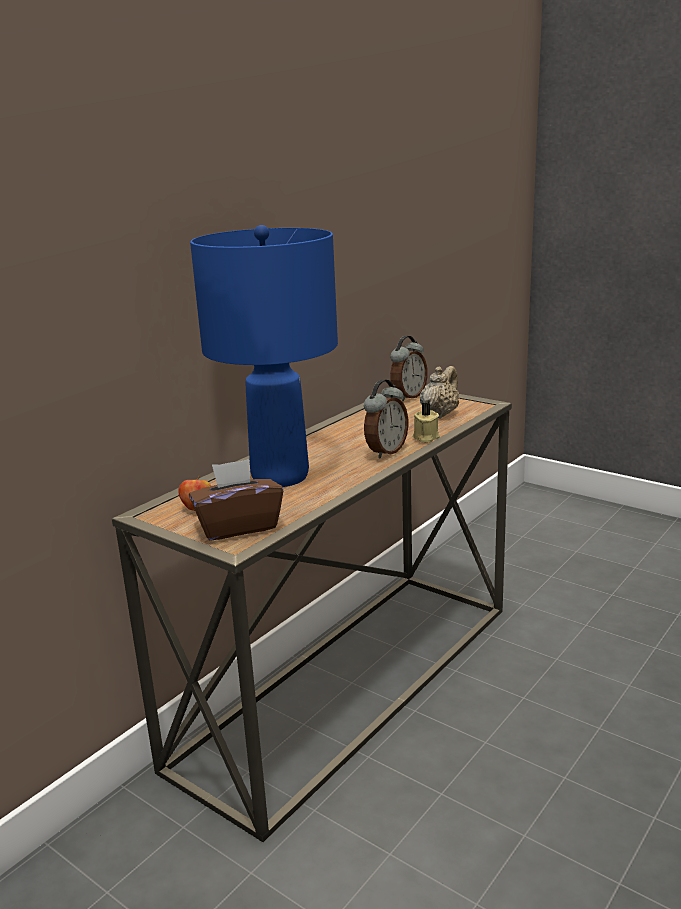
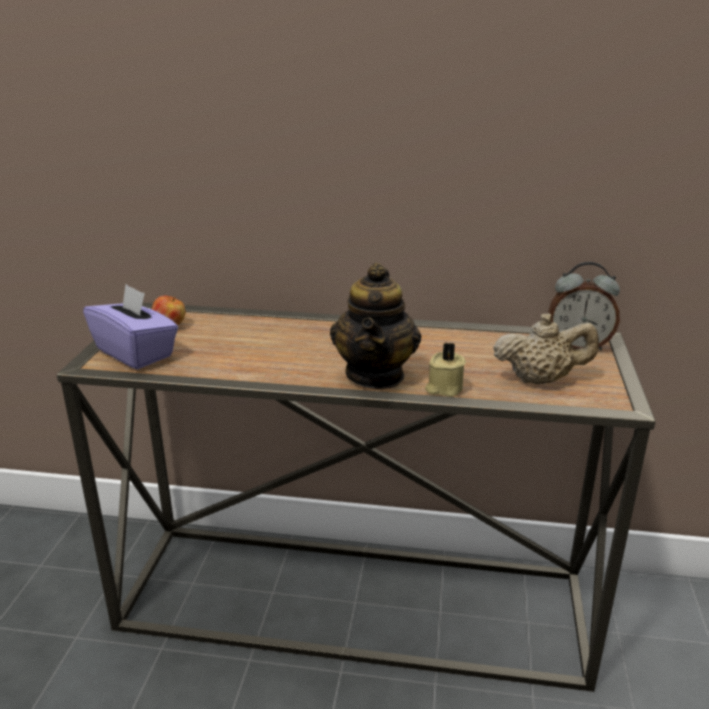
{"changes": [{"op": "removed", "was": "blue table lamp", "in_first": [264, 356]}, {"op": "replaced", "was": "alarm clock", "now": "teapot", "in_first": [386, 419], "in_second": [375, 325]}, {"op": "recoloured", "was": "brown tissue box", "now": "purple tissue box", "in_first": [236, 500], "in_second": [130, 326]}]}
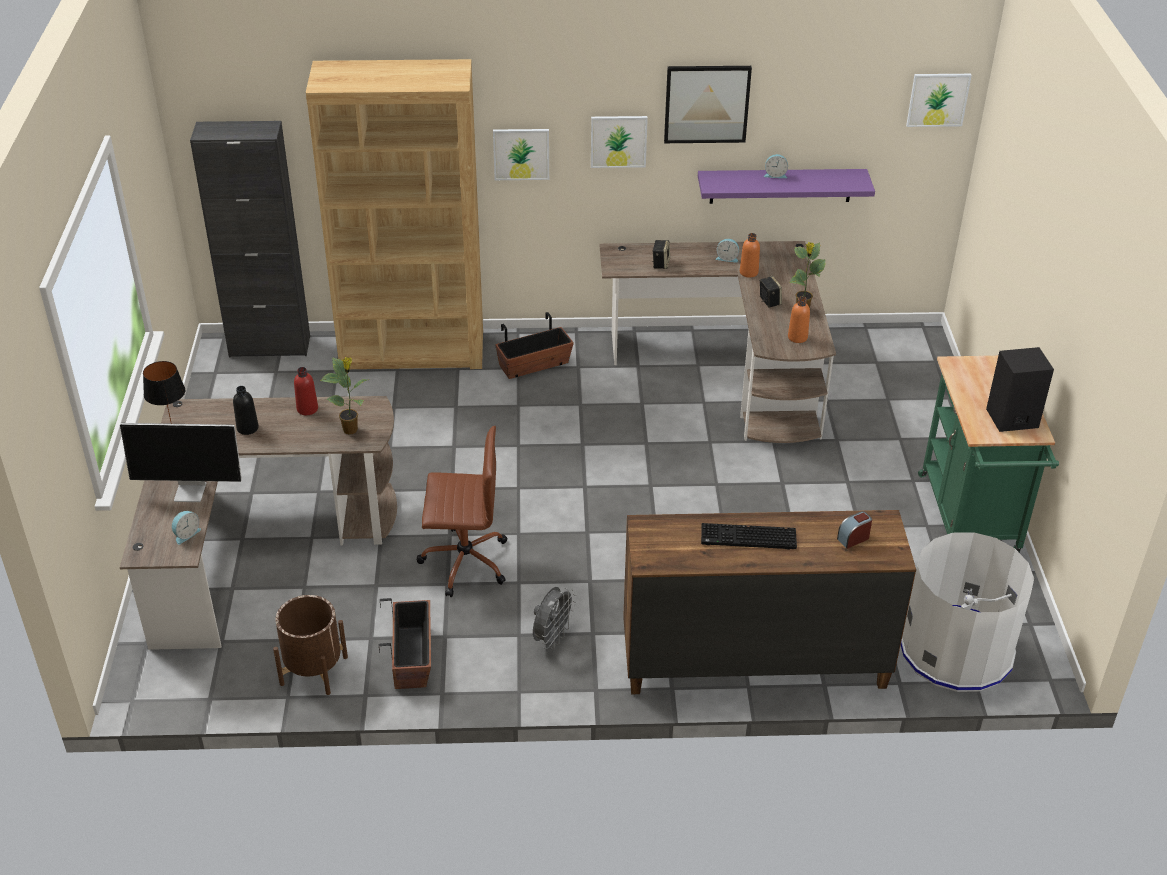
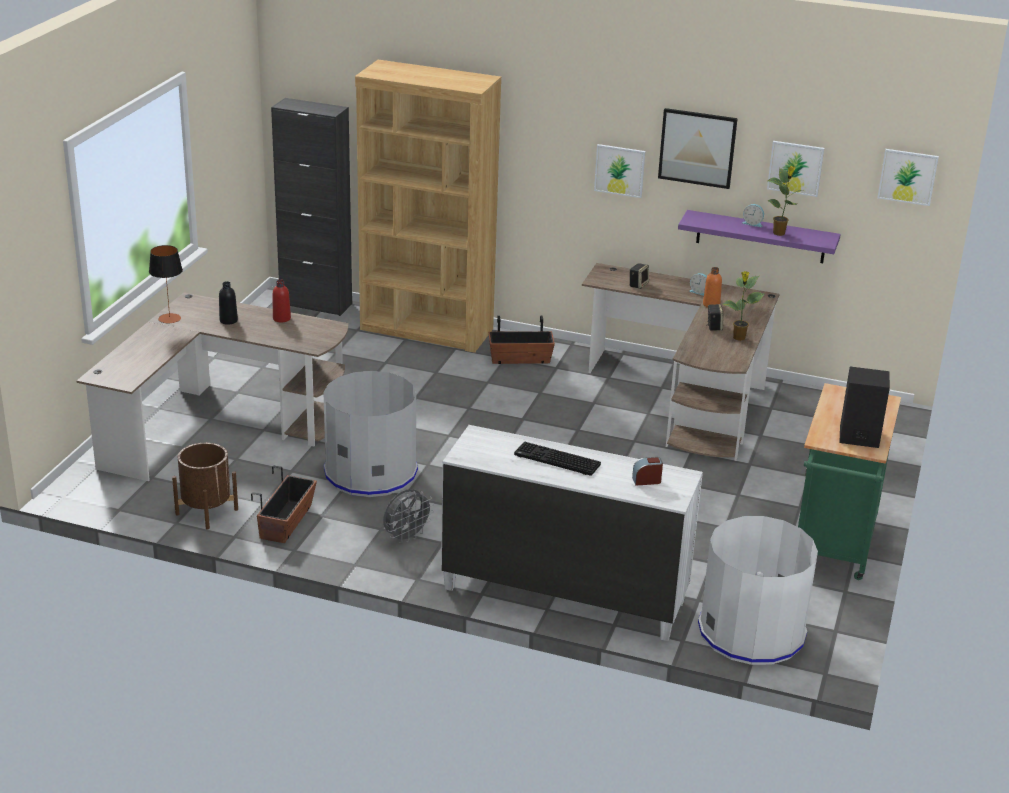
{"changes": [{"op": "removed", "was": "monitor", "in_first": [181, 462]}, {"op": "removed", "was": "alarm clock", "in_first": [186, 527]}, {"op": "removed", "was": "orange bottle", "in_first": [799, 320]}, {"op": "moved", "was": "potted plant", "in_first": [343, 396], "in_second": [785, 201]}, {"op": "moved", "was": "picture", "in_first": [521, 154], "in_second": [795, 169]}, {"op": "replaced", "was": "brown office chair", "now": "grey trash can", "in_first": [462, 511], "in_second": [370, 434]}, {"op": "recoloured", "was": "brown dresser", "now": "white dresser", "in_first": [769, 602], "in_second": [572, 533]}]}
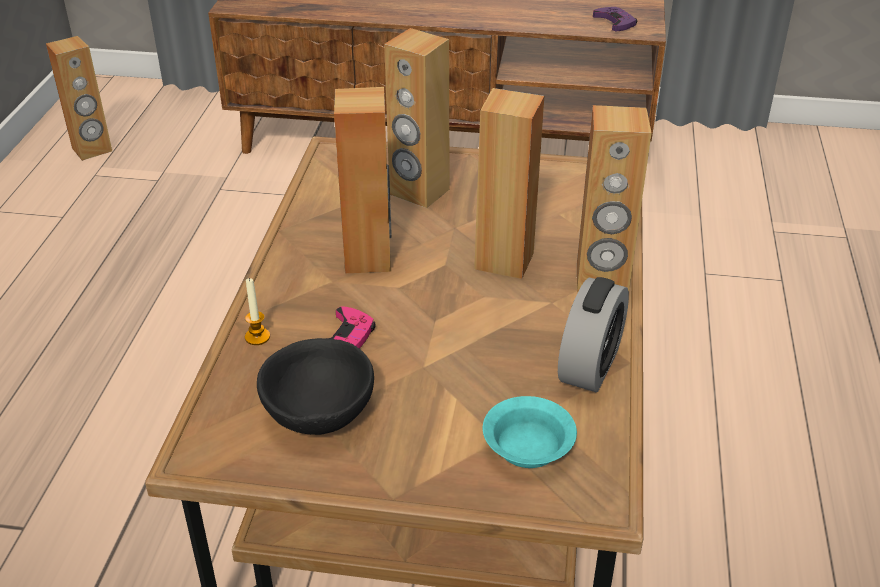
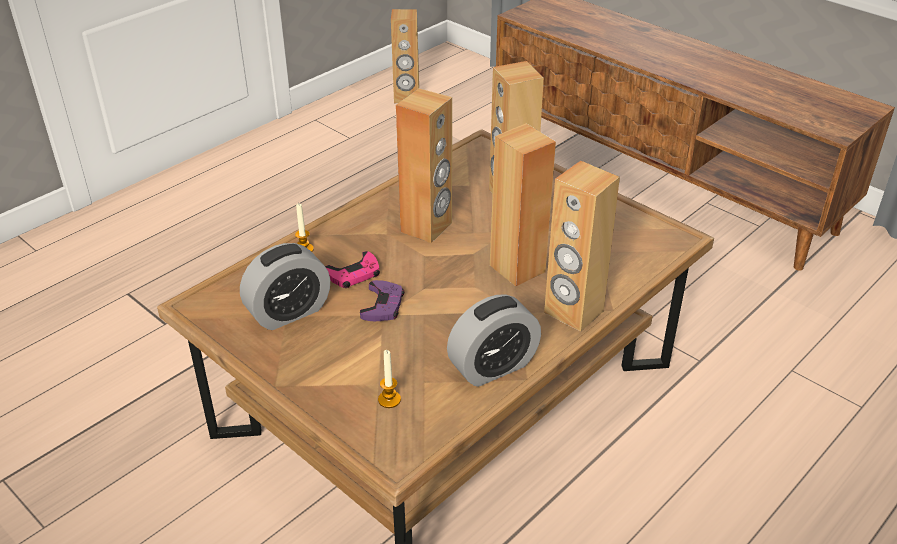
{"changes": [{"op": "moved", "was": "purple game controller", "in_first": [615, 19], "in_second": [382, 300]}, {"op": "replaced", "was": "black bowl", "now": "alarm clock", "in_first": [315, 386], "in_second": [285, 286]}, {"op": "replaced", "was": "turquoise bowl", "now": "candle", "in_first": [530, 432], "in_second": [389, 379]}]}
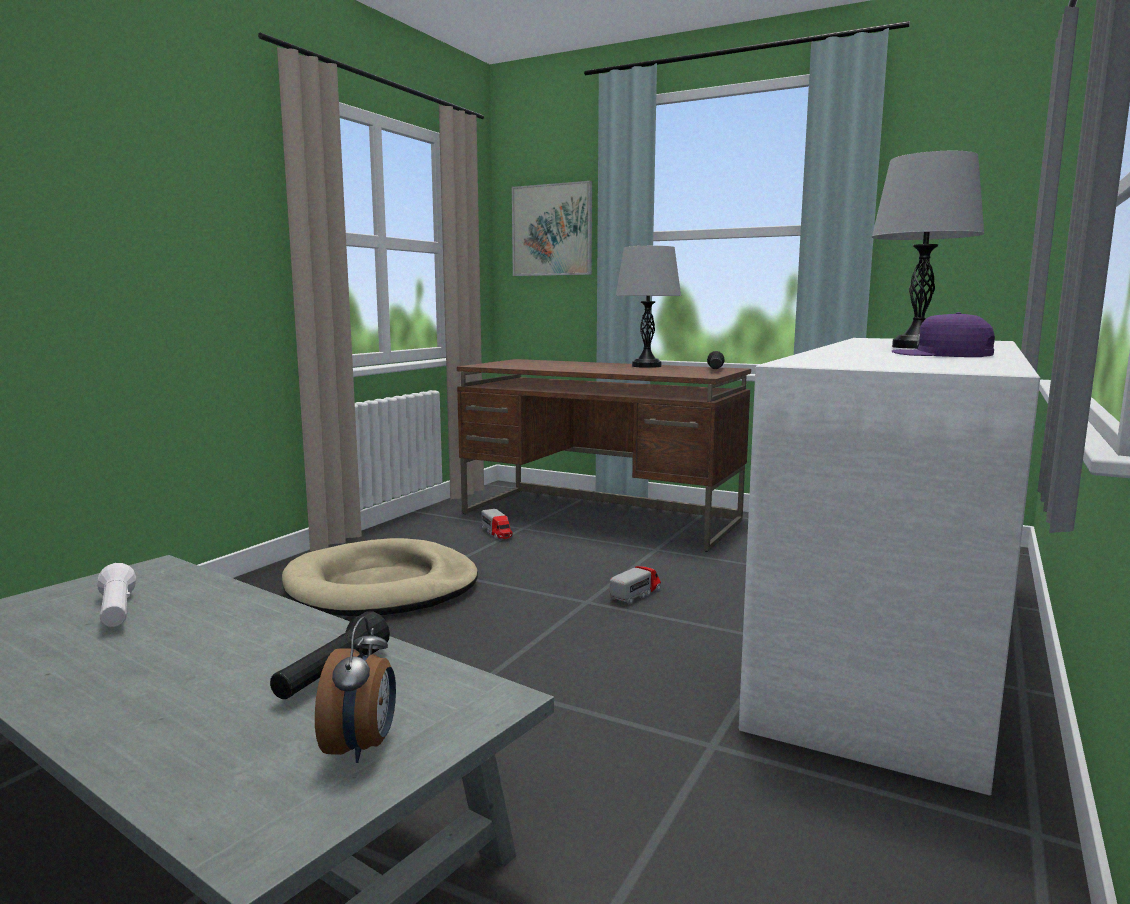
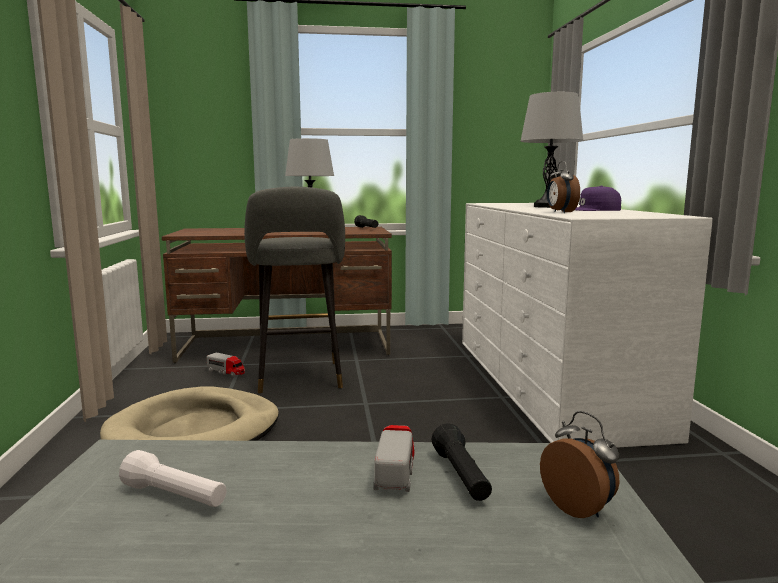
{"changes": [{"op": "removed", "was": "picture", "in_first": [552, 228]}, {"op": "added", "now": "grey stool", "in_second": [294, 290]}, {"op": "added", "now": "alarm clock", "in_second": [563, 187]}, {"op": "moved", "was": "toy truck", "in_first": [635, 585], "in_second": [394, 458]}]}
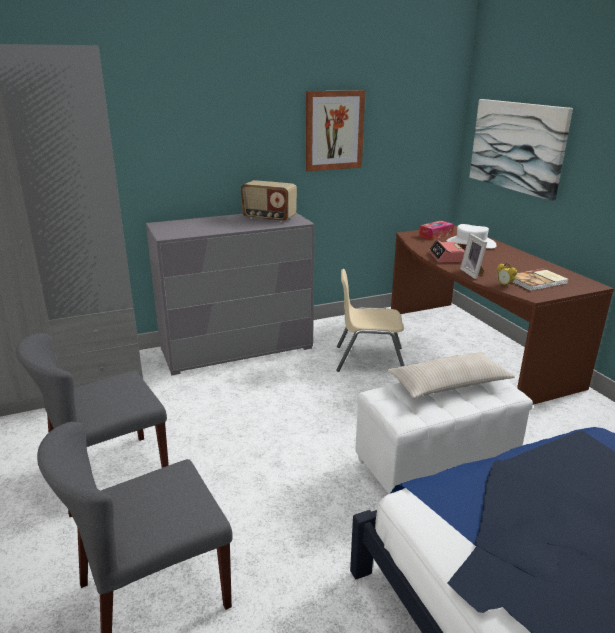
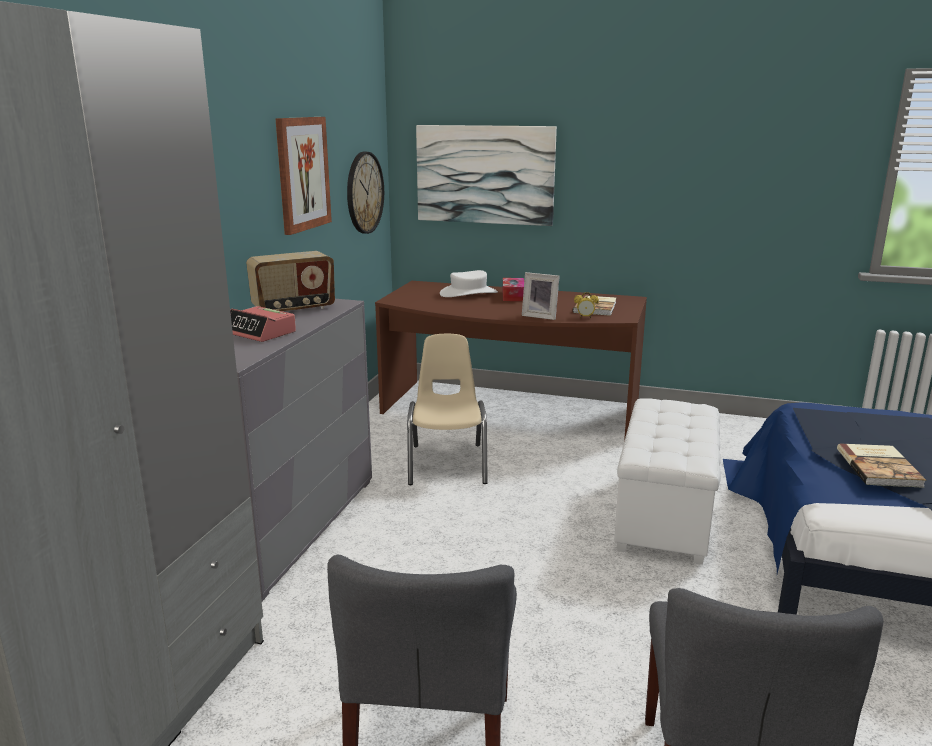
{"changes": [{"op": "removed", "was": "beige pillow", "in_first": [450, 375]}, {"op": "added", "now": "wall clock", "in_second": [365, 193]}, {"op": "added", "now": "book", "in_second": [881, 466]}, {"op": "moved", "was": "tissue box", "in_first": [436, 230], "in_second": [513, 289]}, {"op": "moved", "was": "alarm clock", "in_first": [447, 251], "in_second": [263, 324]}, {"op": "turned", "was": "beige chair", "in_first": [370, 320], "in_second": [447, 409], "clockwise": 135}]}
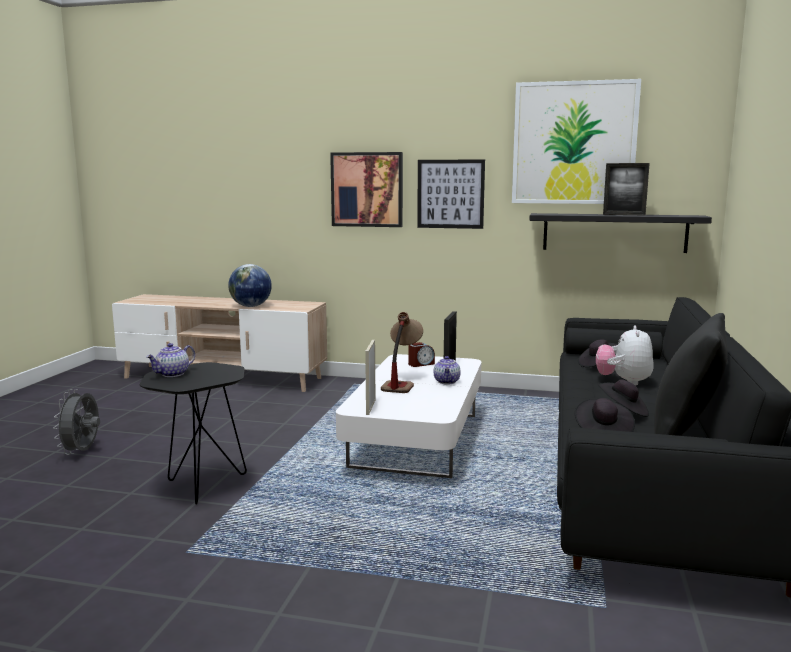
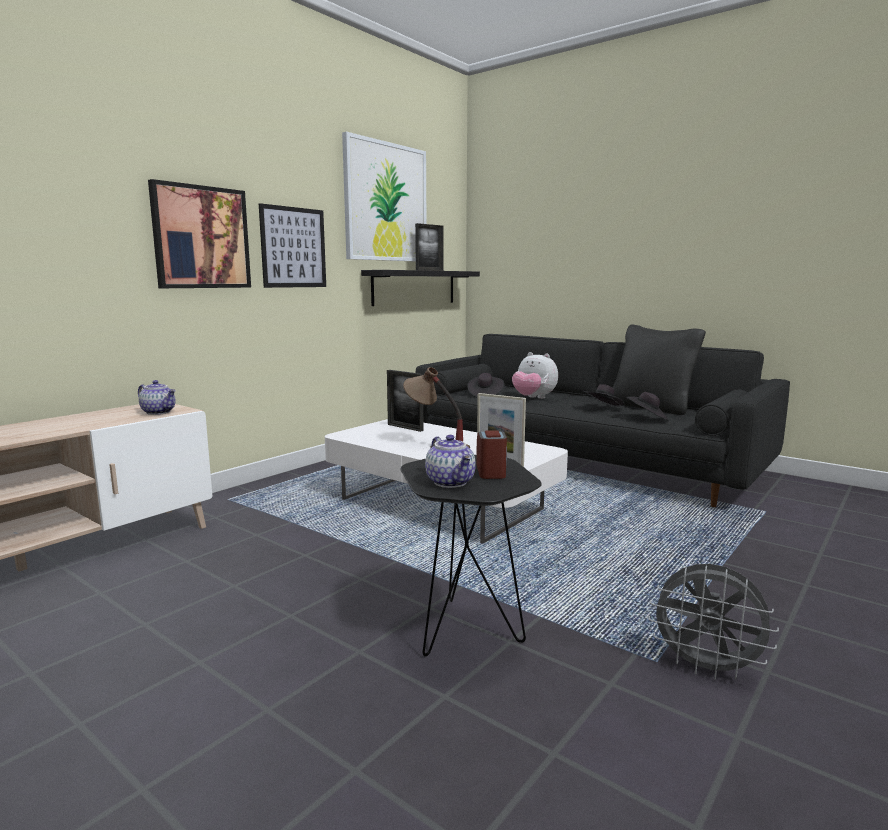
{"changes": [{"op": "removed", "was": "globe", "in_first": [250, 285]}, {"op": "moved", "was": "grey fan", "in_first": [76, 422], "in_second": [713, 622]}, {"op": "moved", "was": "alarm clock", "in_first": [421, 354], "in_second": [491, 454]}, {"op": "moved", "was": "teapot", "in_first": [447, 370], "in_second": [157, 397]}]}
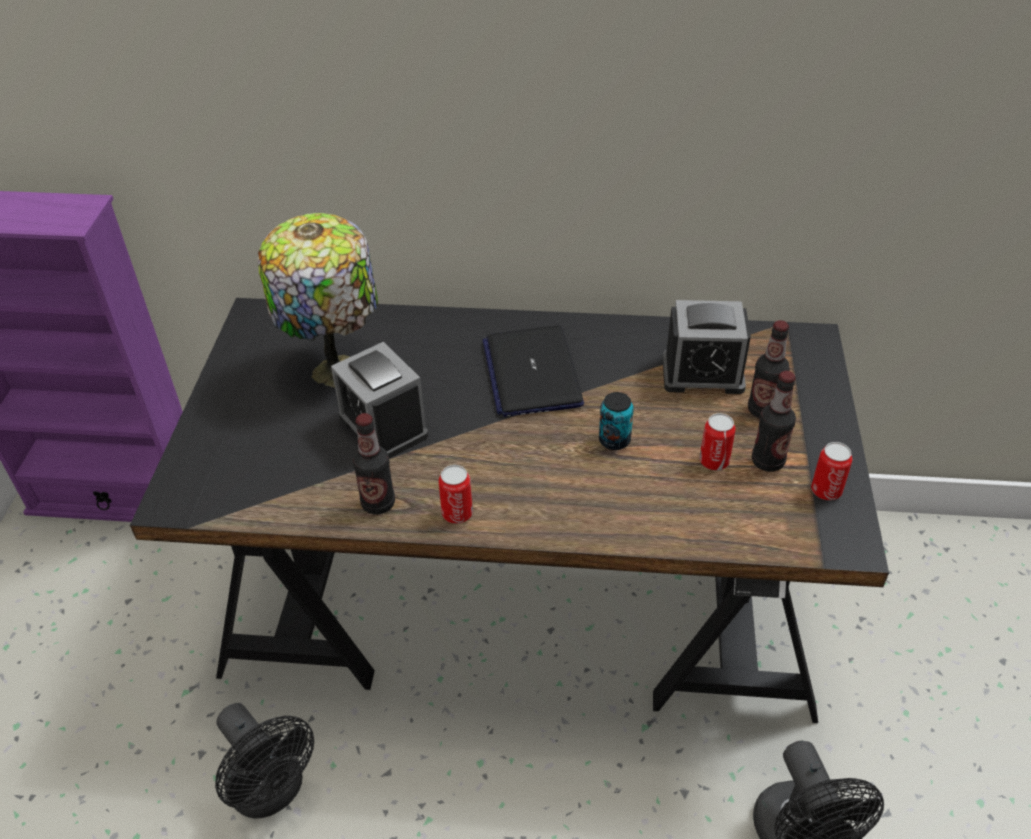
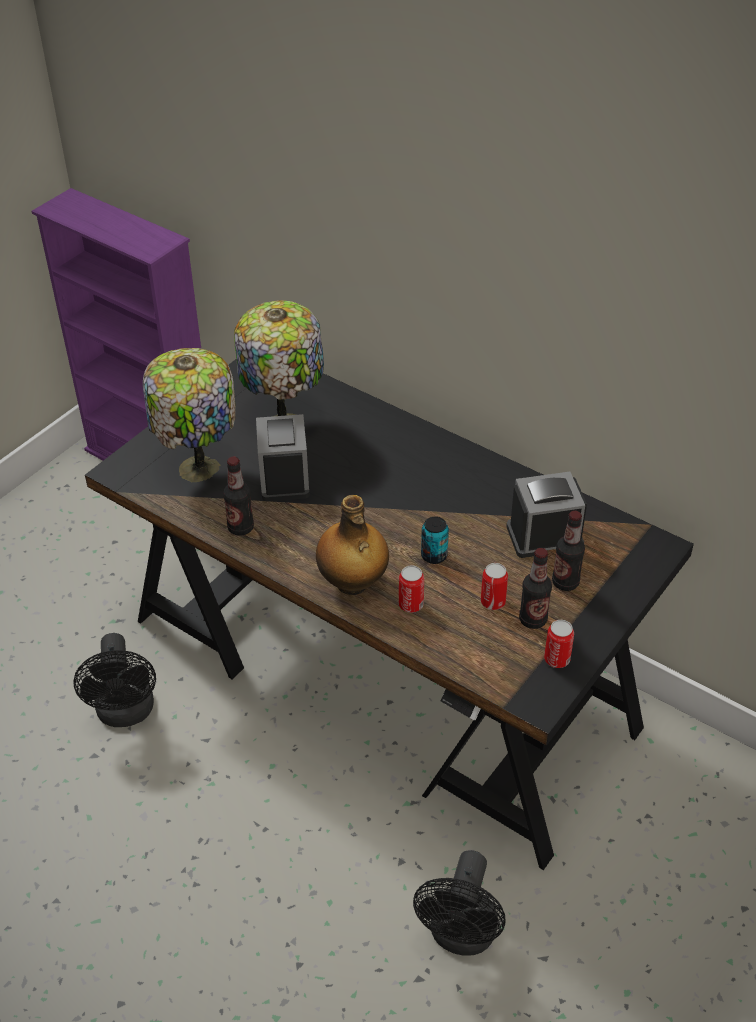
{"changes": [{"op": "removed", "was": "laptop", "in_first": [533, 371]}, {"op": "added", "now": "table lamp", "in_second": [189, 415]}, {"op": "added", "now": "bottle", "in_second": [352, 545]}, {"op": "moved", "was": "can", "in_first": [456, 494], "in_second": [411, 589]}, {"op": "turned", "was": "alarm clock", "in_first": [706, 347], "in_second": [546, 515], "clockwise": 135}]}
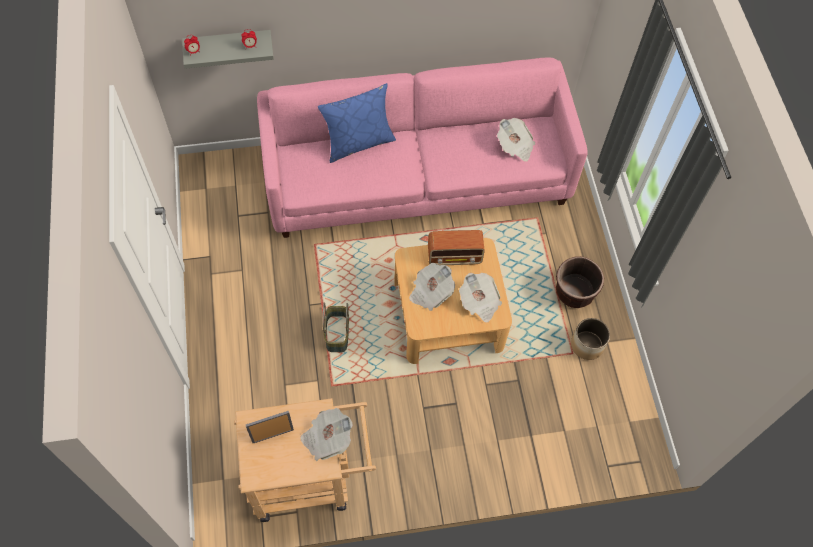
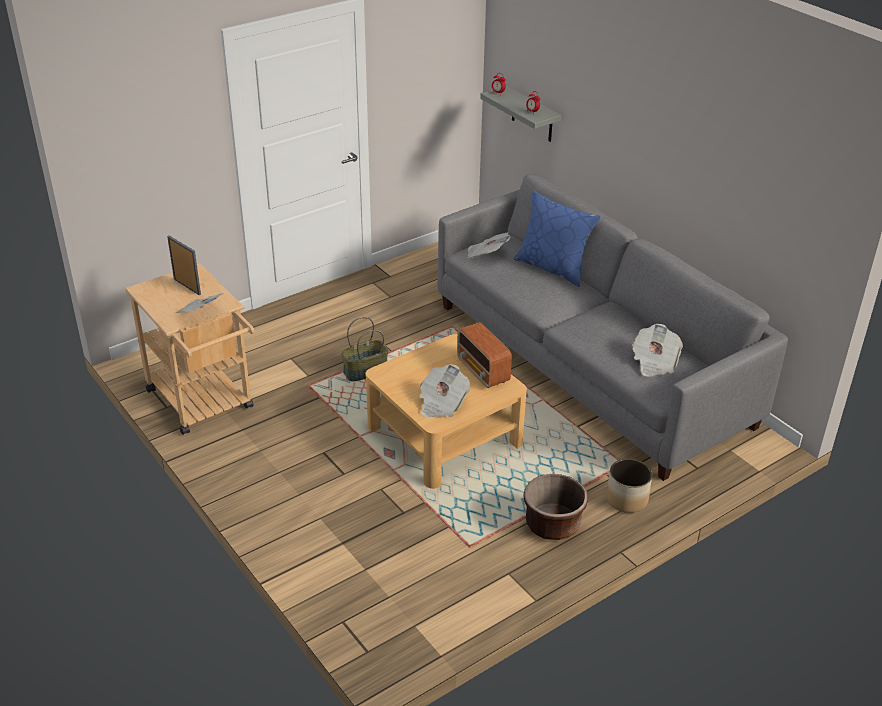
{"changes": [{"op": "moved", "was": "newspaper", "in_first": [432, 287], "in_second": [488, 245]}, {"op": "moved", "was": "planter", "in_first": [590, 339], "in_second": [629, 486]}, {"op": "recoloured", "was": "pink sofa", "now": "grey sofa", "in_first": [422, 147], "in_second": [612, 327]}]}
